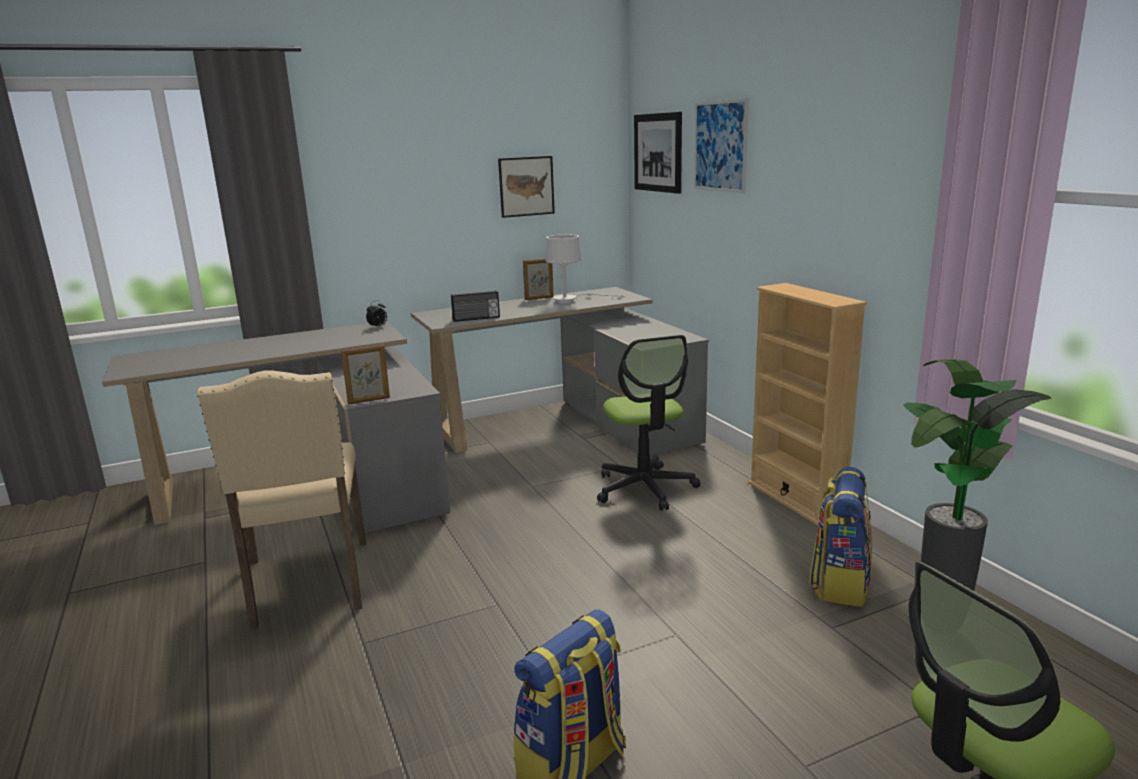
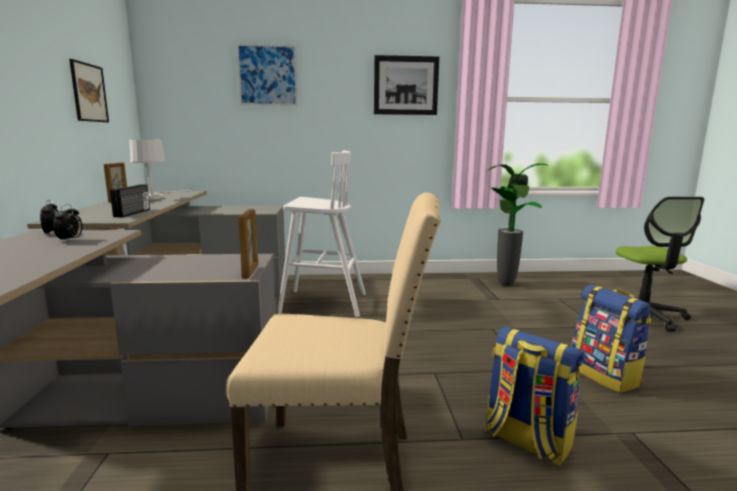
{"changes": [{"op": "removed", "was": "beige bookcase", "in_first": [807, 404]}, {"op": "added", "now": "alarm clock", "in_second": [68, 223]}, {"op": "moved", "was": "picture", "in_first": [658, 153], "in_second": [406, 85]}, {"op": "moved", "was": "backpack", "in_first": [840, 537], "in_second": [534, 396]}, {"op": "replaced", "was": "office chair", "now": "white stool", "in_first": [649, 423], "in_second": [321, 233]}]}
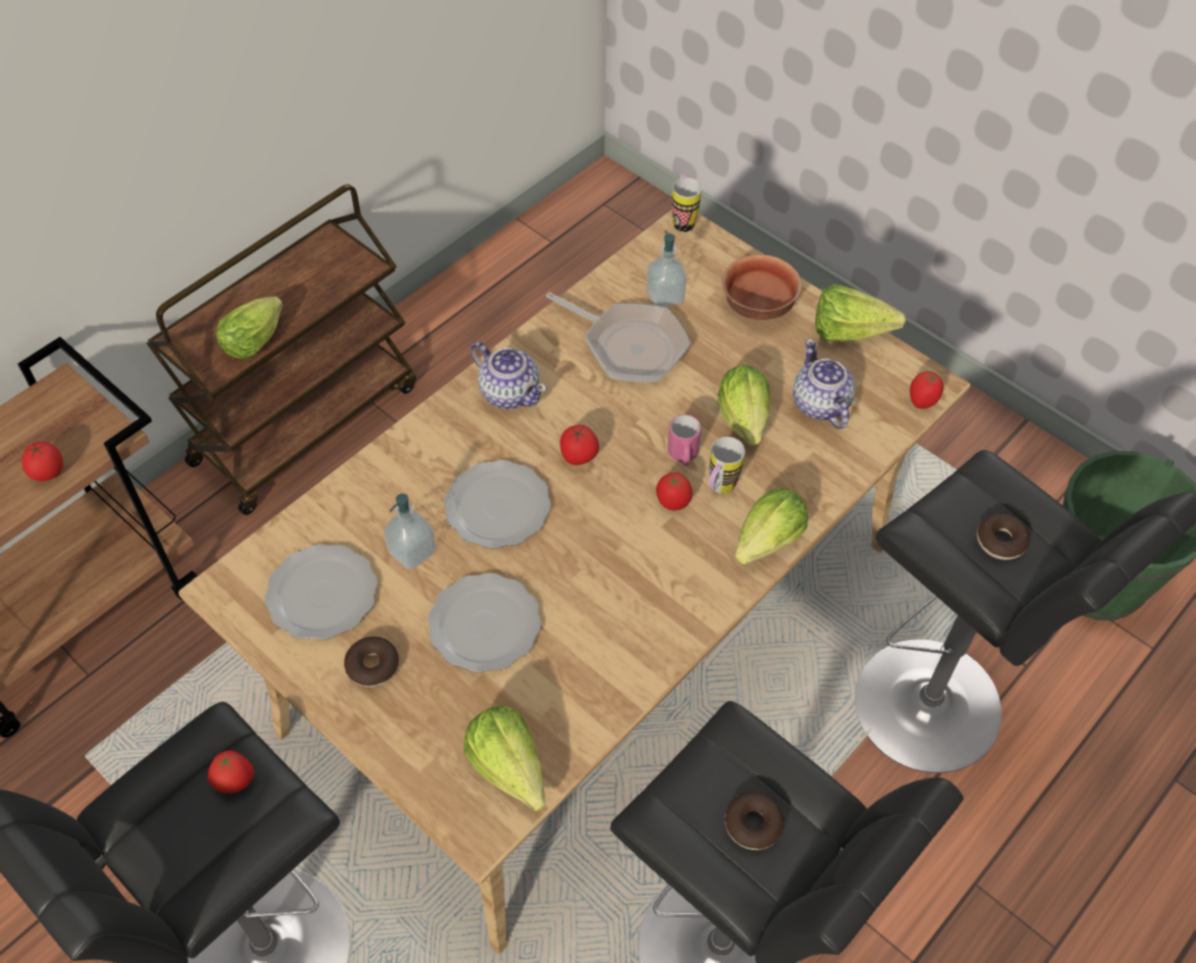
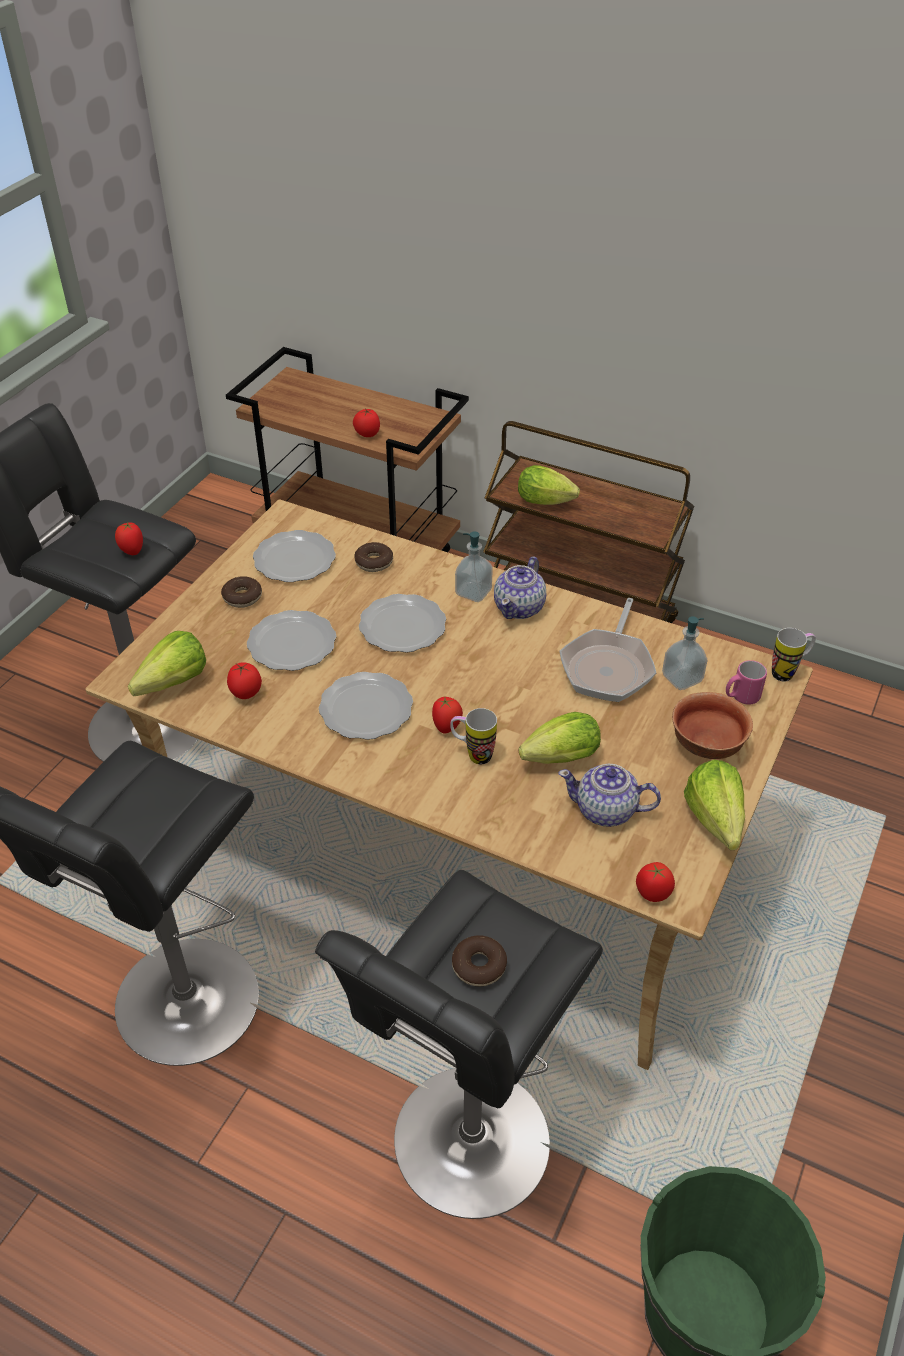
{"changes": [{"op": "removed", "was": "lettuce", "in_first": [771, 526]}, {"op": "added", "now": "plate", "in_second": [366, 706]}, {"op": "moved", "was": "soap dispenser", "in_first": [409, 531], "in_second": [474, 567]}, {"op": "moved", "was": "tomato", "in_first": [579, 445], "in_second": [244, 680]}, {"op": "moved", "was": "pink mug", "in_first": [684, 440], "in_second": [746, 682]}, {"op": "moved", "was": "donut", "in_first": [755, 820], "in_second": [373, 557]}, {"op": "turned", "was": "teapot", "in_first": [824, 384], "in_second": [609, 795], "clockwise": -135}]}
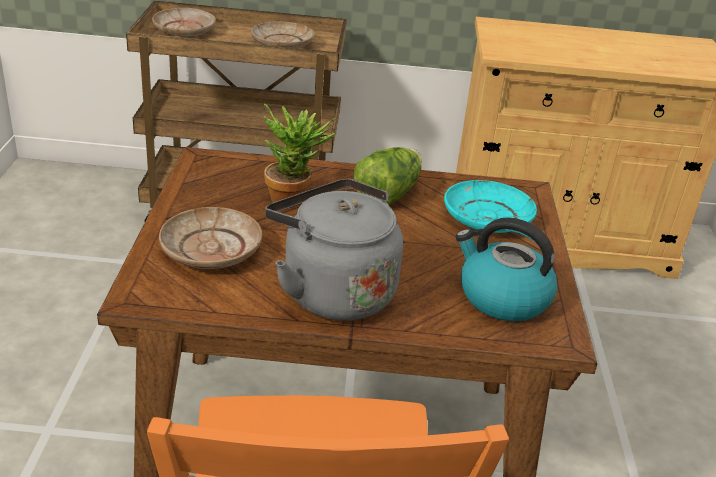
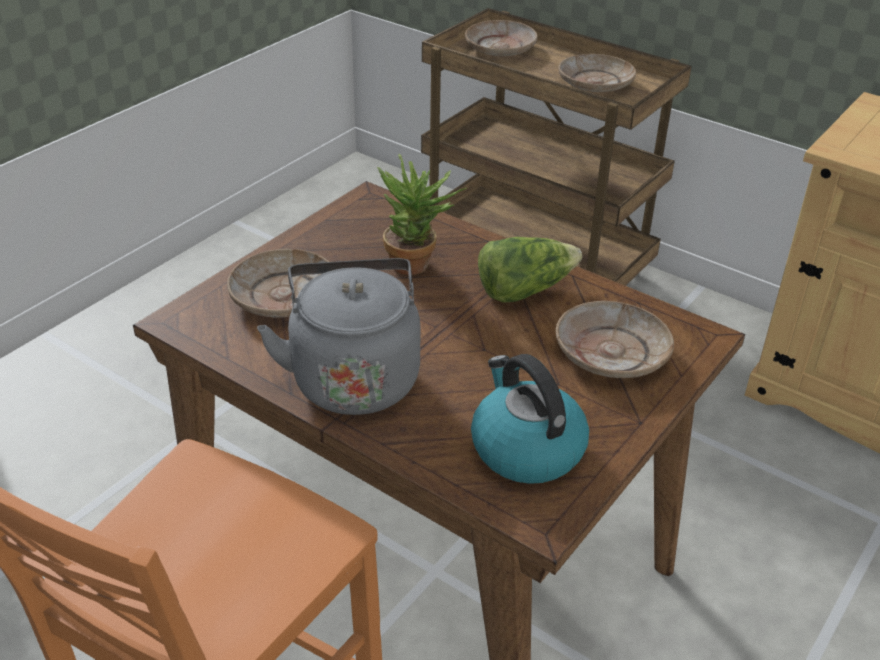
{"changes": [{"op": "recoloured", "was": "turquoise plate", "now": "beige plate", "in_first": [490, 206], "in_second": [615, 339]}]}
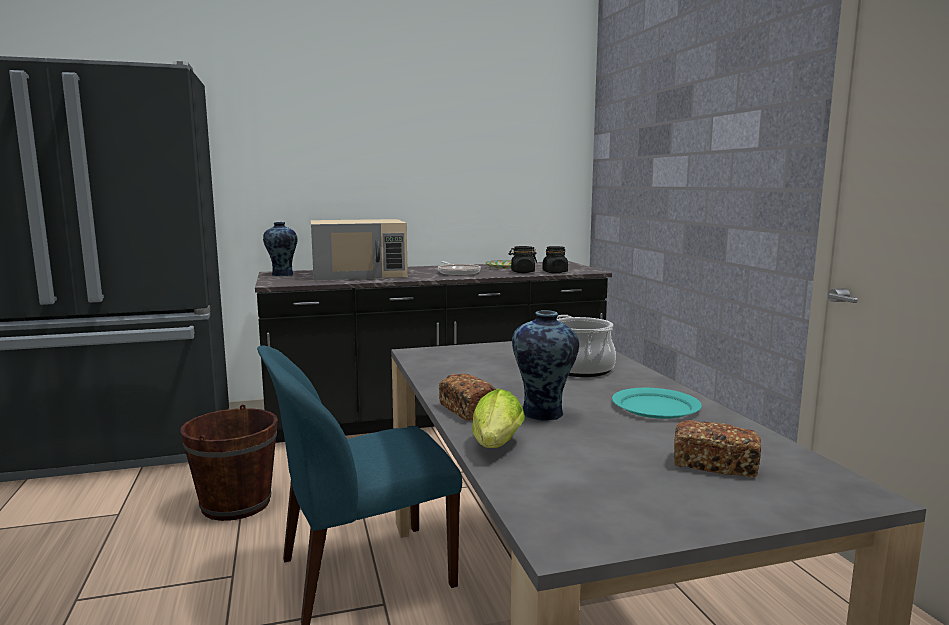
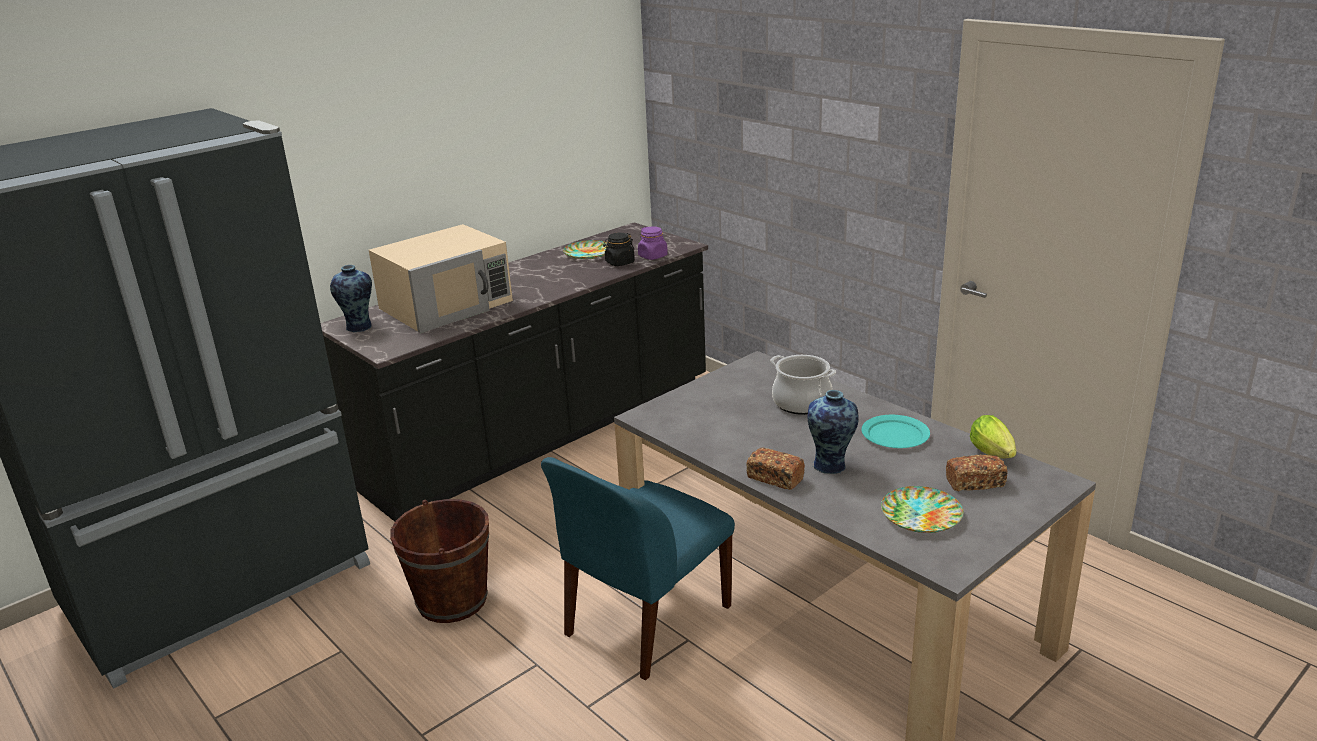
{"changes": [{"op": "removed", "was": "frying pan", "in_first": [459, 268]}, {"op": "added", "now": "plate", "in_second": [922, 509]}, {"op": "moved", "was": "lettuce", "in_first": [498, 418], "in_second": [993, 436]}, {"op": "recoloured", "was": "black jar", "now": "purple jar", "in_first": [555, 259], "in_second": [653, 243]}]}
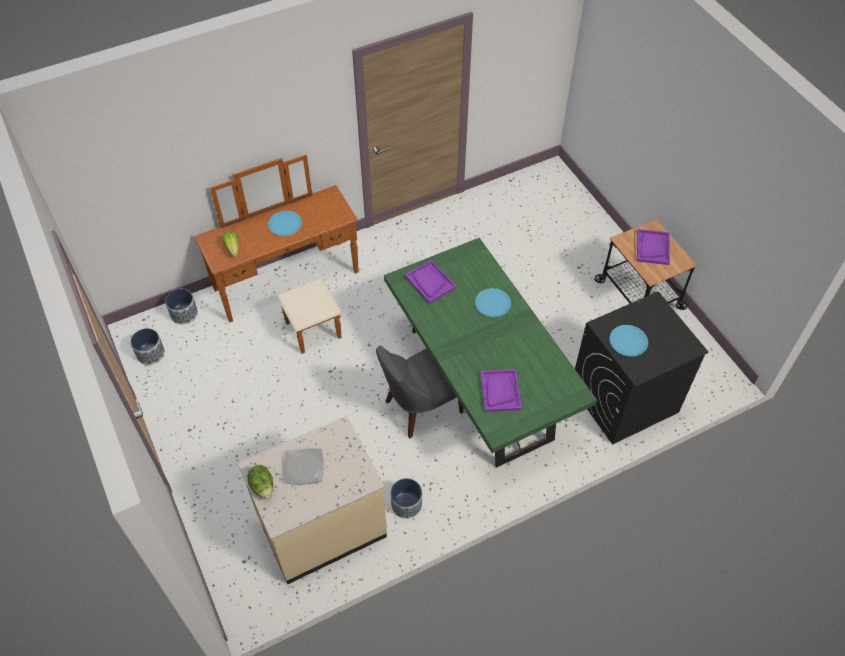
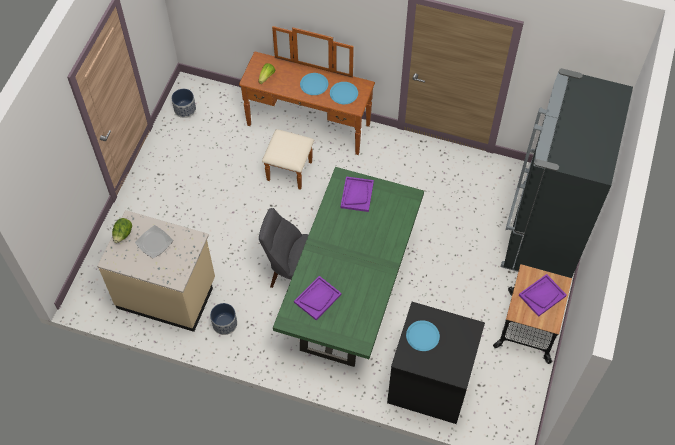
{"changes": [{"op": "removed", "was": "planter", "in_first": [181, 306]}, {"op": "added", "now": "black fridge", "in_second": [567, 173]}, {"op": "moved", "was": "blue plate", "in_first": [493, 302], "in_second": [344, 93]}]}
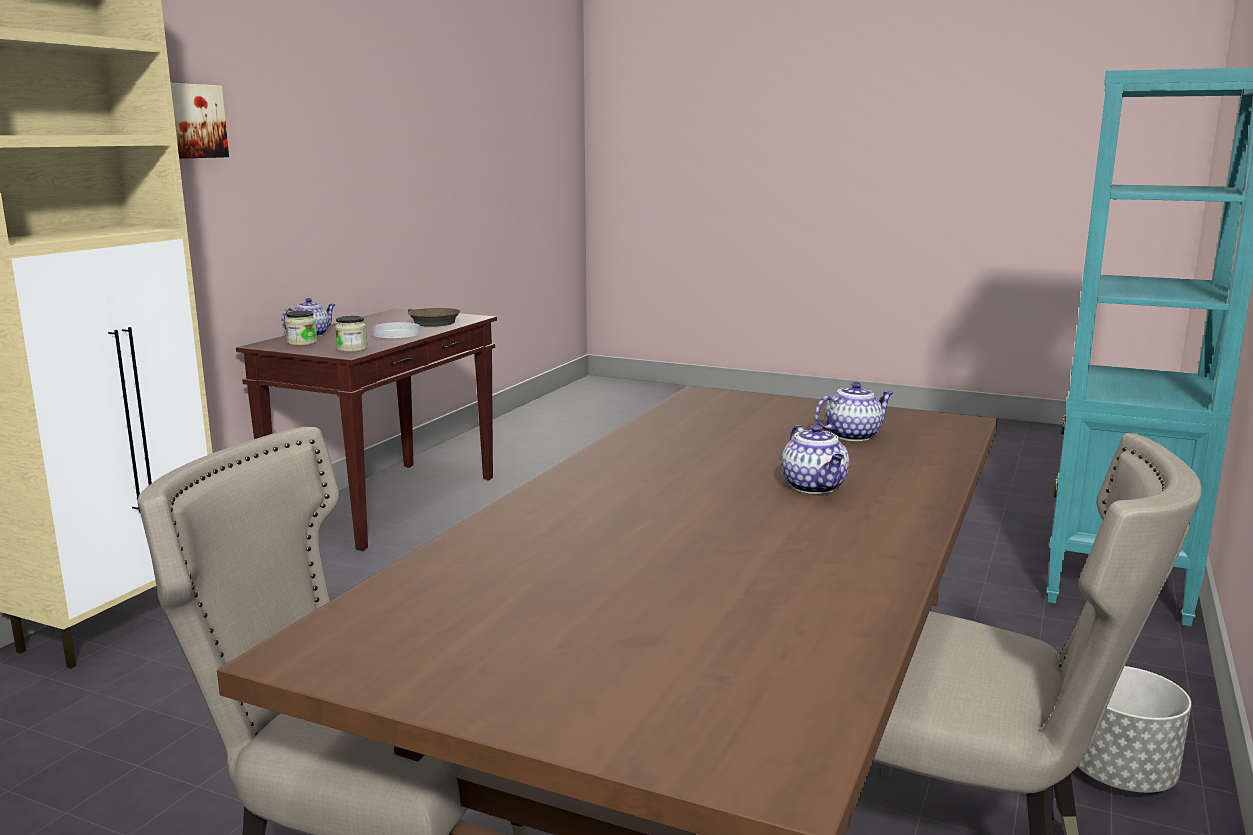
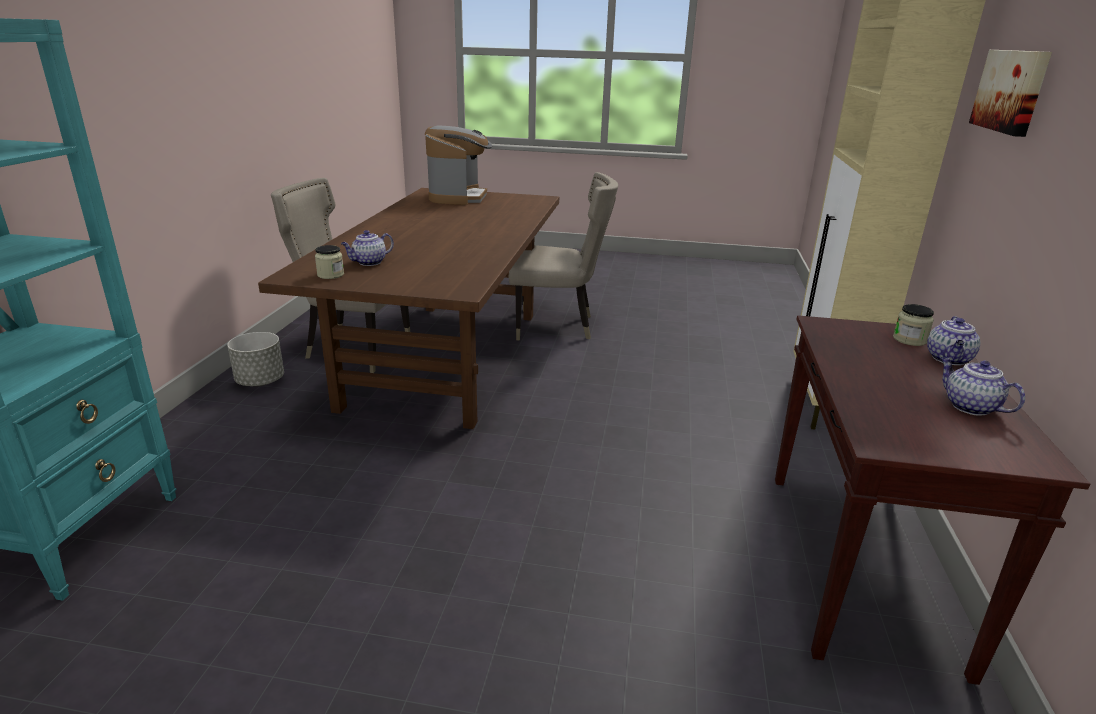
{"changes": [{"op": "removed", "was": "white plate", "in_first": [396, 330]}, {"op": "removed", "was": "brown frying pan", "in_first": [434, 317]}, {"op": "added", "now": "coffee machine", "in_second": [458, 165]}, {"op": "moved", "was": "jar", "in_first": [351, 334], "in_second": [329, 262]}, {"op": "moved", "was": "teapot", "in_first": [815, 459], "in_second": [982, 386]}]}
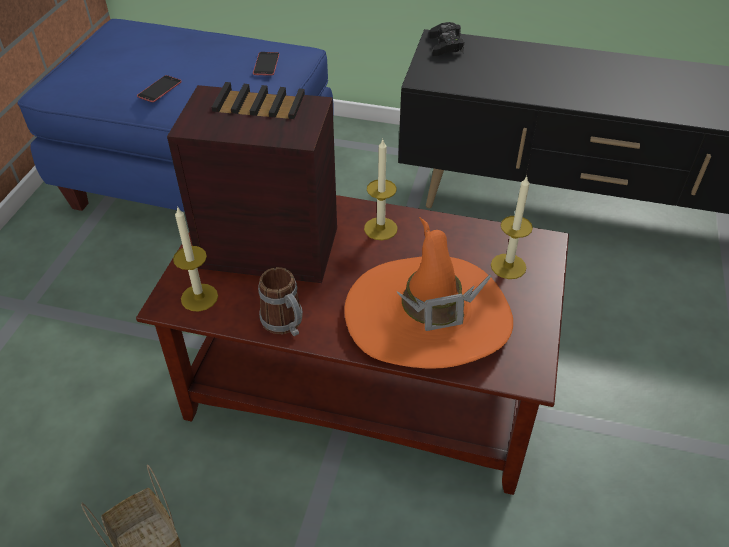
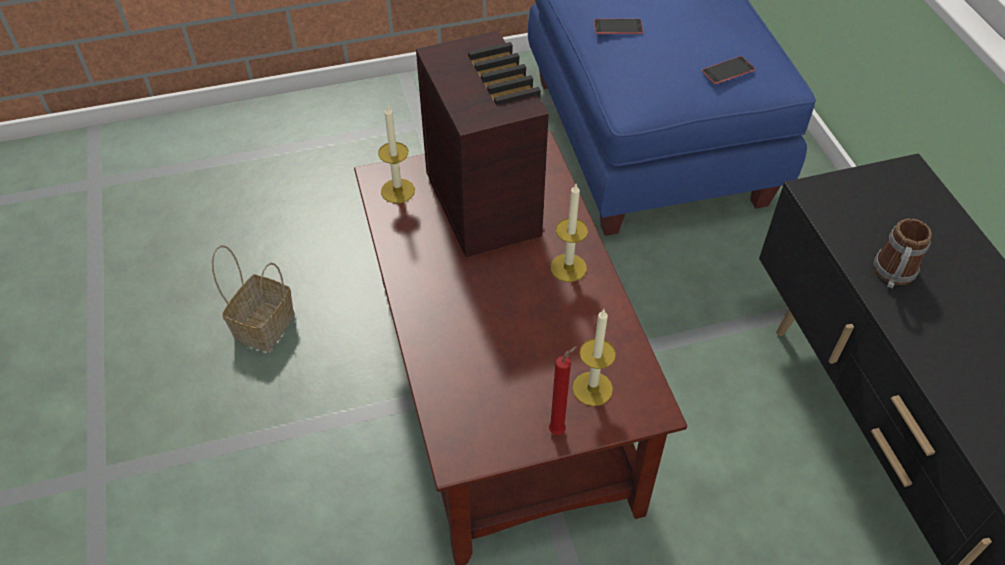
{"changes": [{"op": "removed", "was": "orange hat", "in_first": [428, 293]}, {"op": "removed", "was": "black game controller", "in_first": [446, 39]}, {"op": "added", "now": "red candle", "in_second": [563, 390]}, {"op": "moved", "was": "mug", "in_first": [280, 301], "in_second": [903, 253]}]}
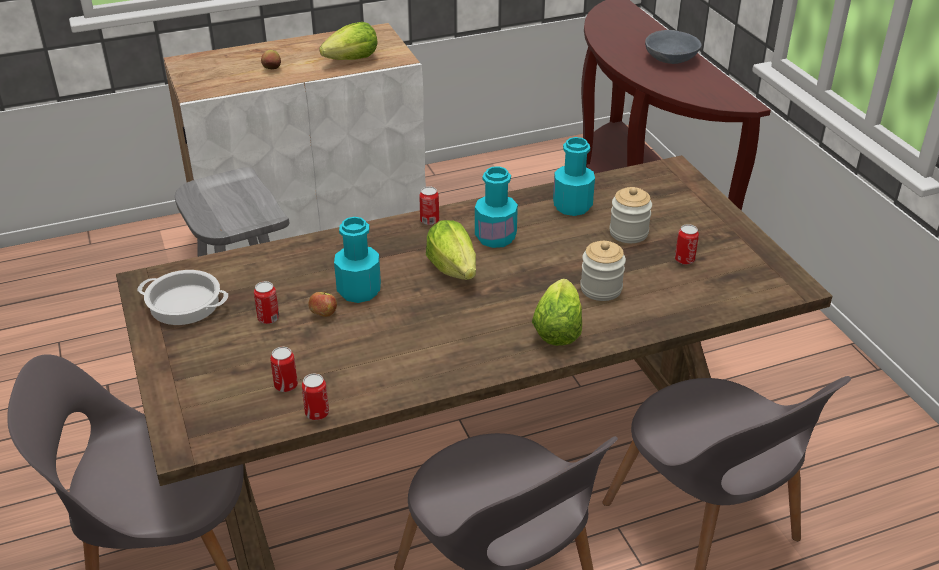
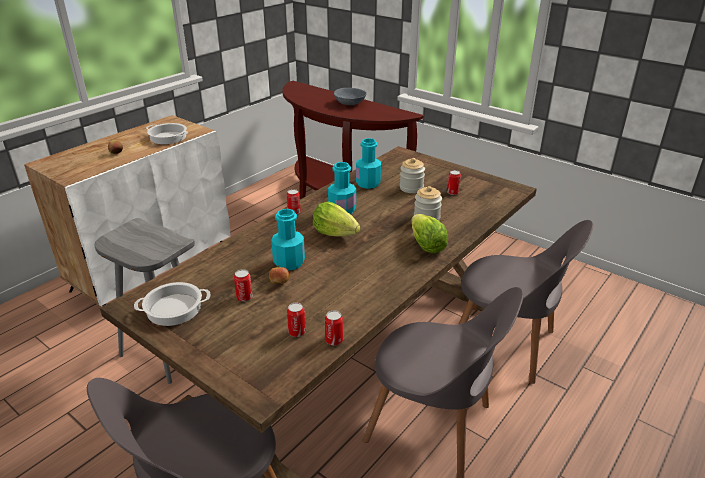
{"changes": [{"op": "replaced", "was": "lettuce", "now": "cooking pot", "in_first": [348, 41], "in_second": [167, 133]}]}
